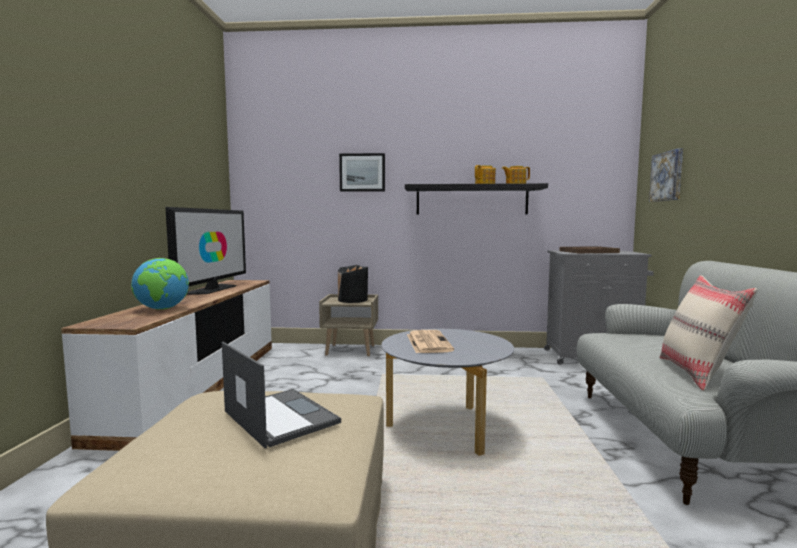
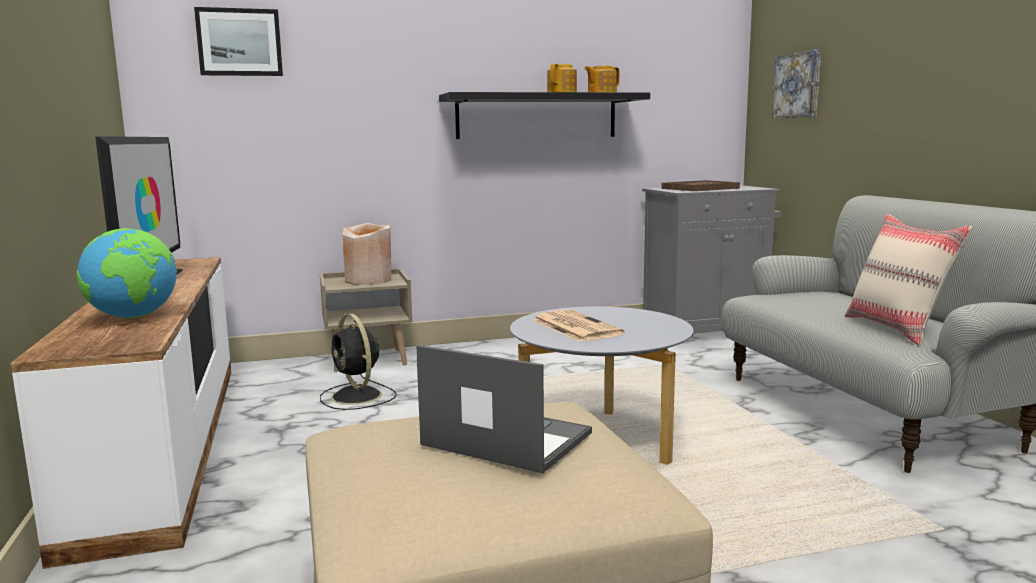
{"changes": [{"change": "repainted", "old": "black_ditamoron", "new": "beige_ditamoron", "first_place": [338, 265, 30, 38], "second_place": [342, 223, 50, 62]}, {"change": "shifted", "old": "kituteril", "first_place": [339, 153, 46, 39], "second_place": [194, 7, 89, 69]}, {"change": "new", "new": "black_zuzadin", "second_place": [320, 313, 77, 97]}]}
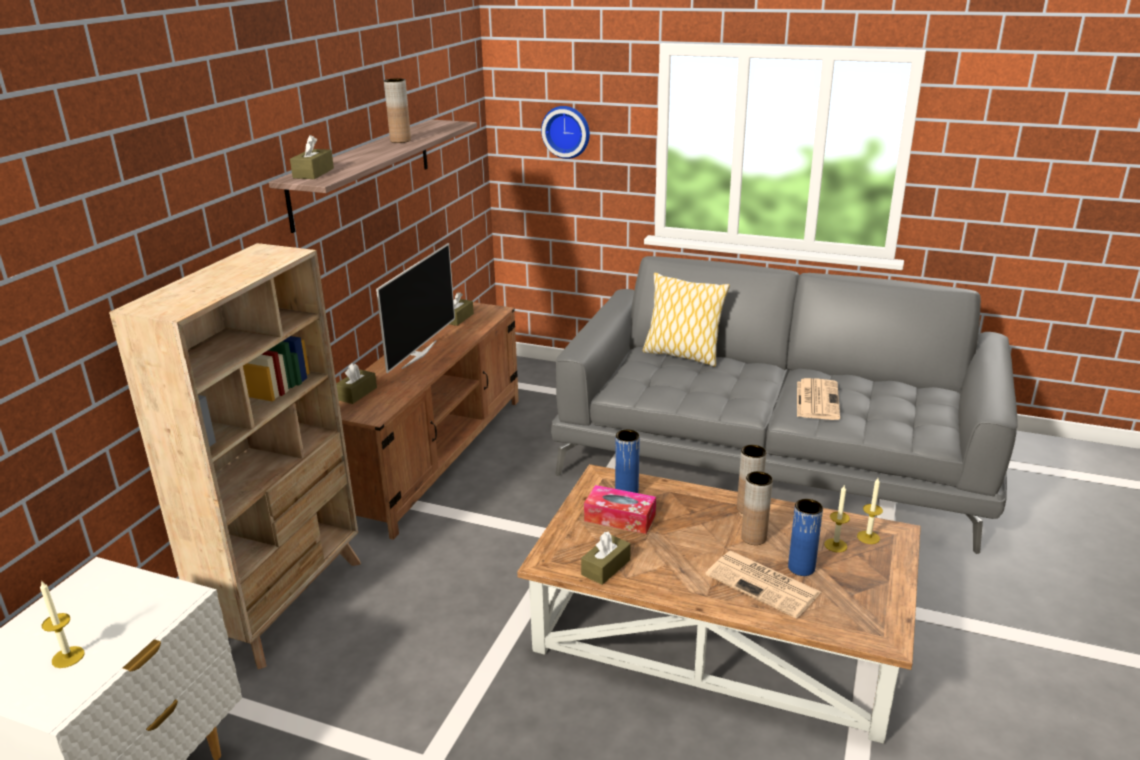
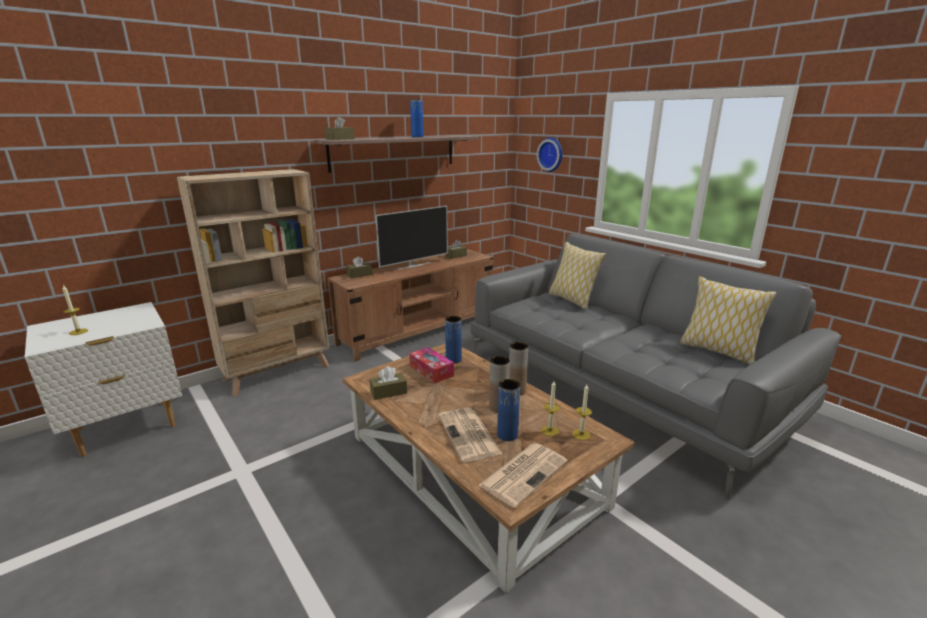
{"changes": [{"change": "repainted", "old": "brown_ditamoron", "new": "blue_ditamoron", "first_place": [384, 78, 27, 65], "second_place": [410, 100, 14, 37]}, {"change": "shifted", "old": "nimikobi", "first_place": [797, 378, 43, 42], "second_place": [478, 443, 90, 65]}, {"change": "new", "new": "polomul", "second_place": [680, 277, 97, 88]}]}
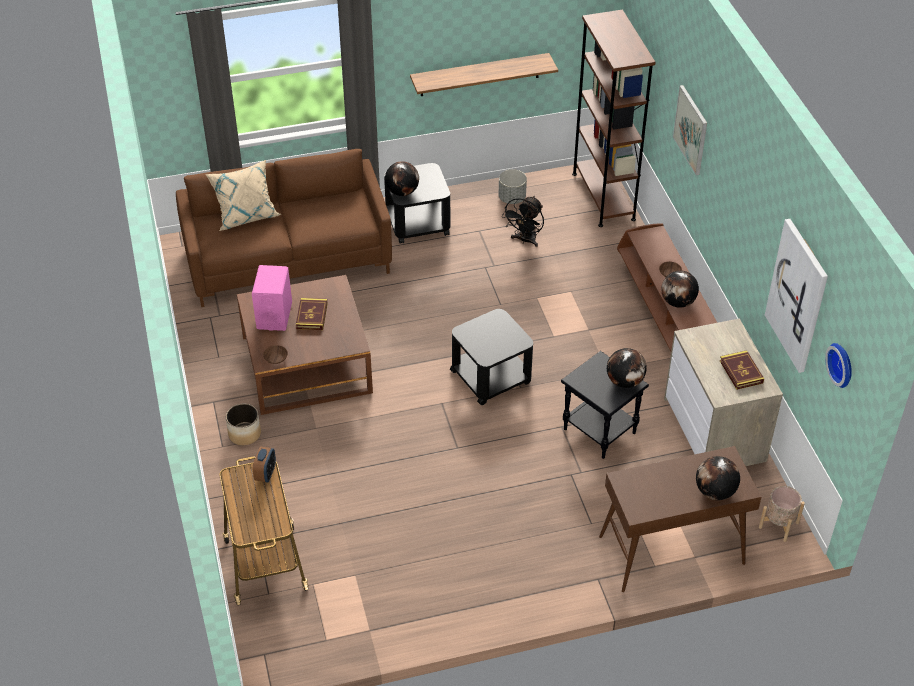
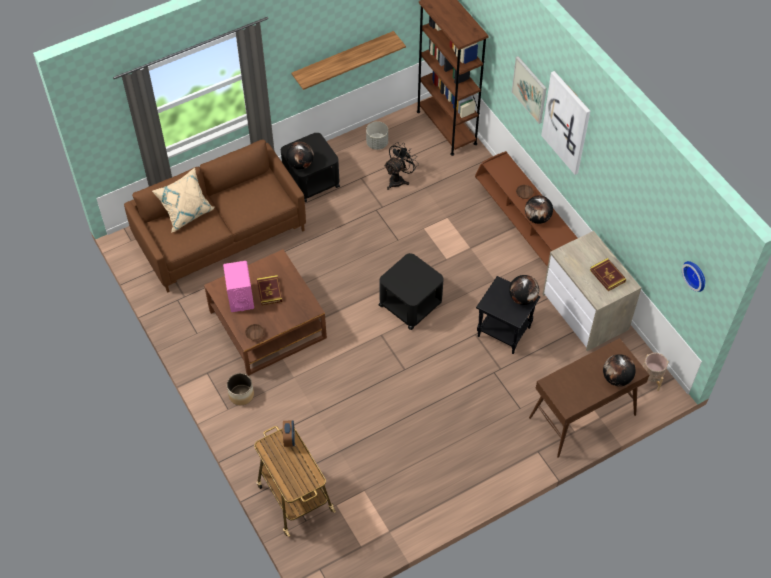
{"changes": [{"change": "rotated", "old": "black_zuzadin", "first_place": [502, 196, 42, 51], "second_place": [384, 142, 35, 48], "degrees": -150}, {"change": "shifted", "old": "kituteril", "first_place": [765, 219, 63, 154], "second_place": [541, 71, 49, 104]}]}
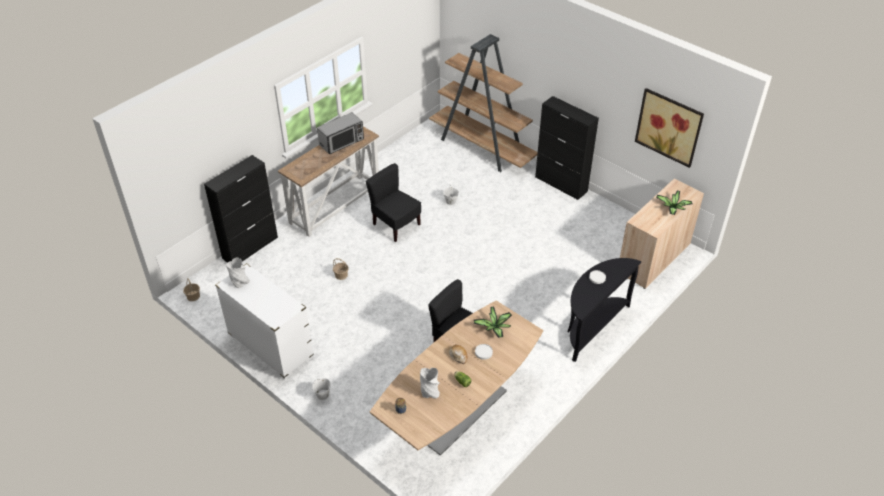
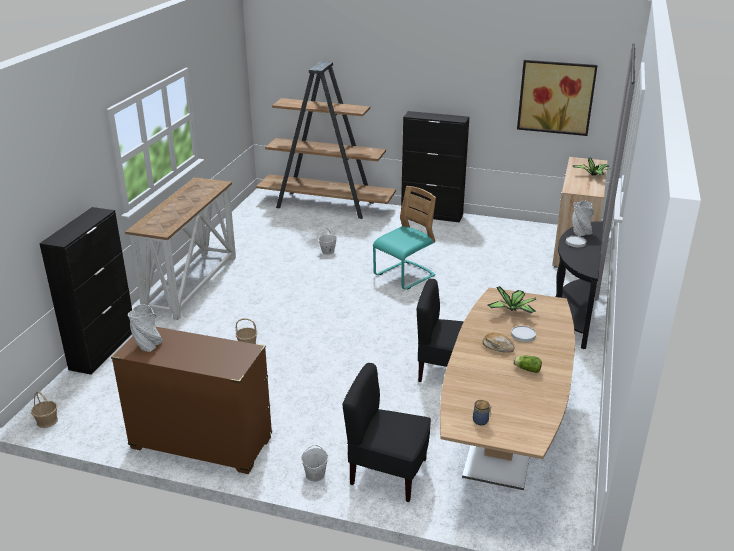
{"changes": [{"change": "repainted", "old": "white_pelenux", "new": "brown_pelenux", "first_place": [215, 263, 99, 116], "second_place": [111, 327, 161, 147]}, {"change": "gone", "old": "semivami", "first_place": [317, 112, 47, 42]}, {"change": "shifted", "old": "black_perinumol", "first_place": [366, 163, 55, 79], "second_place": [342, 363, 89, 139]}, {"change": "shifted", "old": "grey_ditamoron", "first_place": [420, 368, 20, 31], "second_place": [572, 201, 22, 35]}, {"change": "new", "new": "turquoise_perinumol", "second_place": [373, 186, 63, 104]}]}
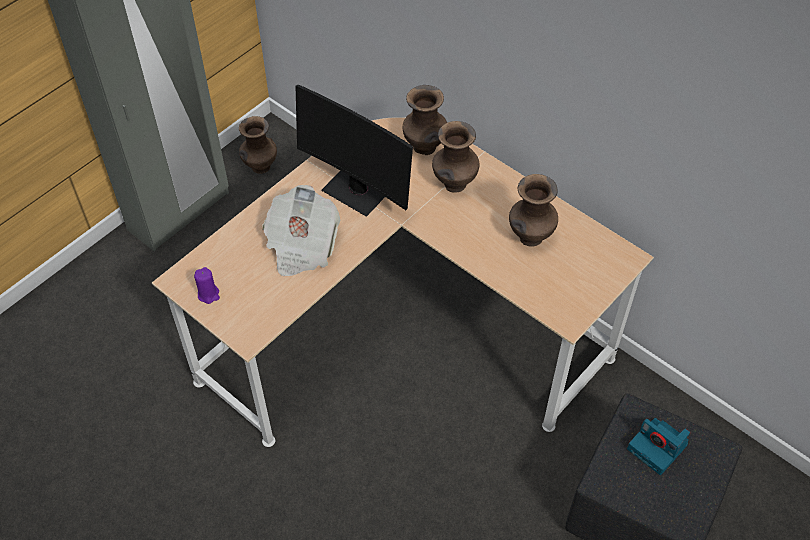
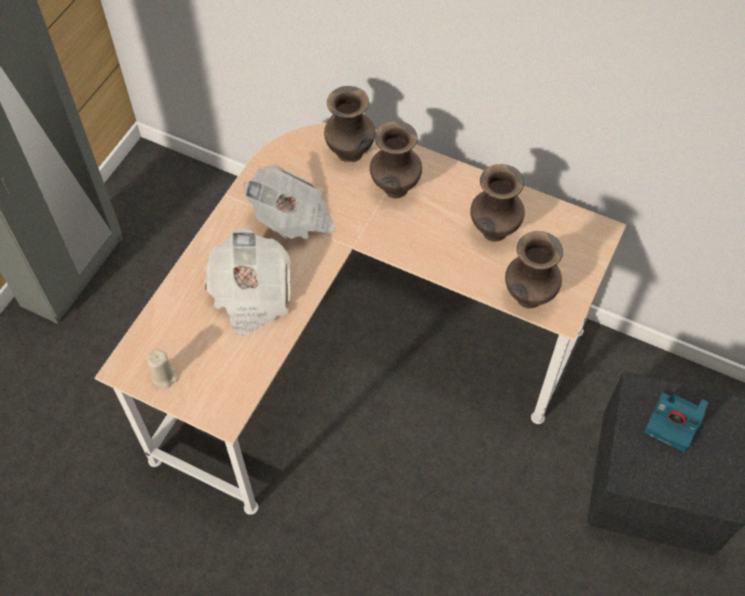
{"changes": [{"change": "repainted", "old": "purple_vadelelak", "new": "beige_vadelelak", "first_place": [194, 267, 26, 37], "second_place": [147, 349, 31, 39]}, {"change": "shifted", "old": "brown_ditamoron", "first_place": [239, 116, 38, 58], "second_place": [505, 231, 58, 77]}, {"change": "swapped", "old": "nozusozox", "new": "nimikobi", "first_place": [295, 84, 118, 133], "second_place": [243, 165, 92, 74]}]}
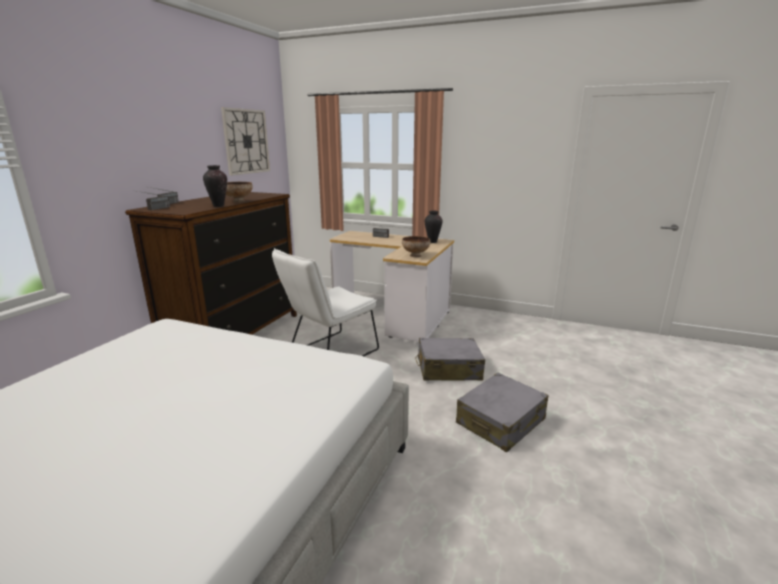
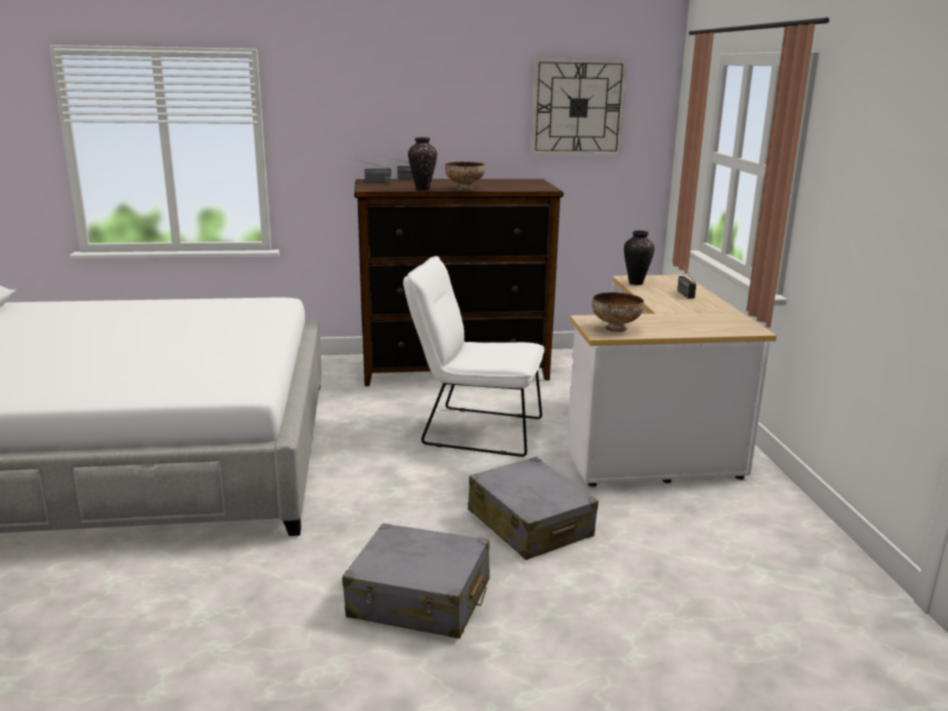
{"changes": [{"change": "shifted", "old": "ditamoron", "first_place": [425, 211, 18, 32], "second_place": [624, 231, 31, 54]}]}
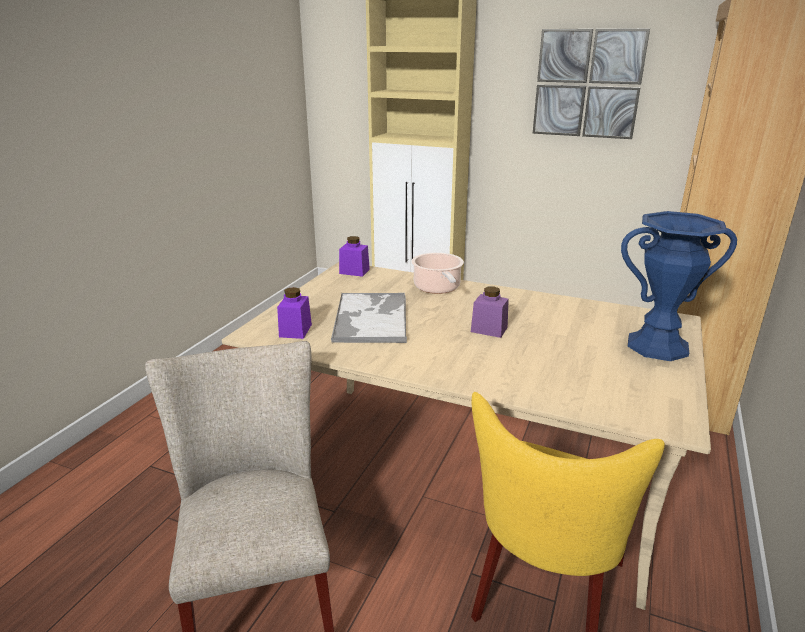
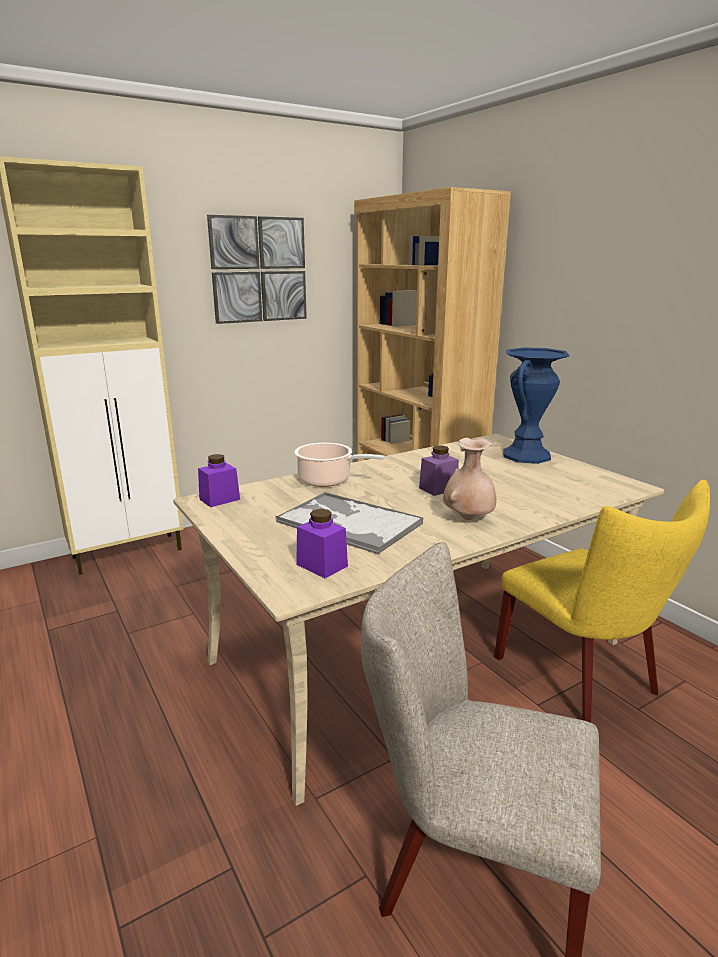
{"changes": [{"change": "new", "new": "beige_ditamoron", "second_place": [443, 438, 53, 82]}]}
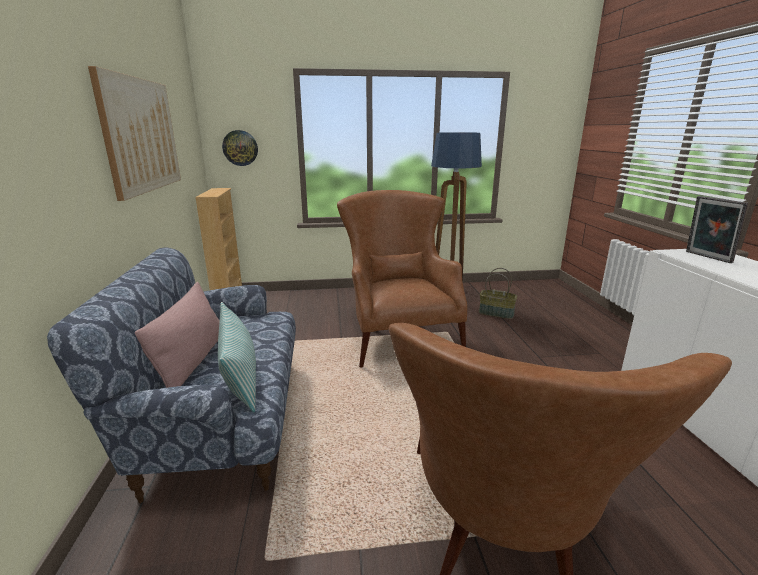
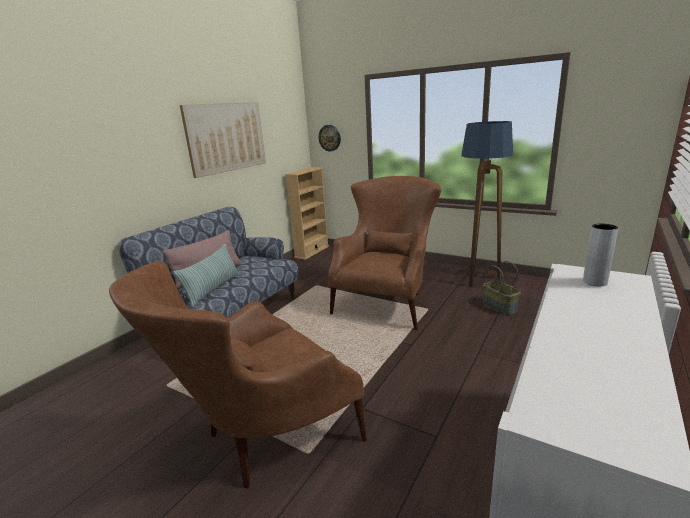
{"changes": [{"change": "swapped", "old": "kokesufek", "new": "grey_ditamoron", "first_place": [686, 196, 62, 67], "second_place": [583, 224, 35, 62]}]}
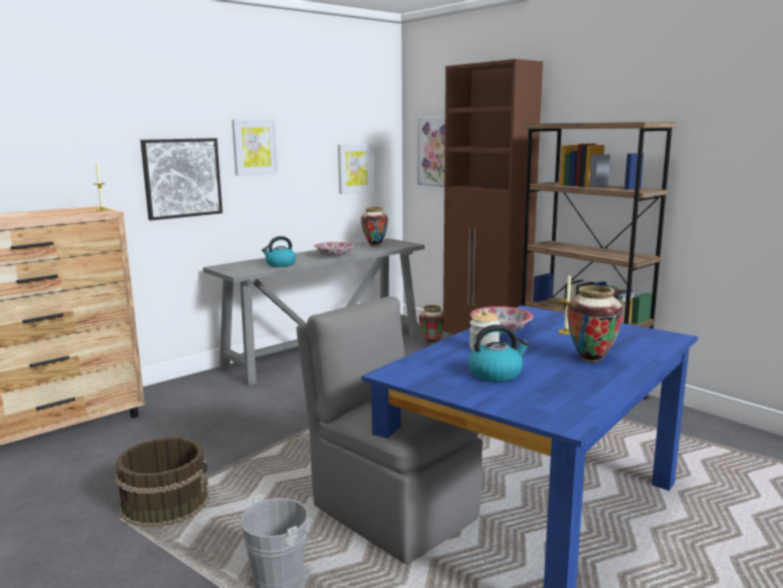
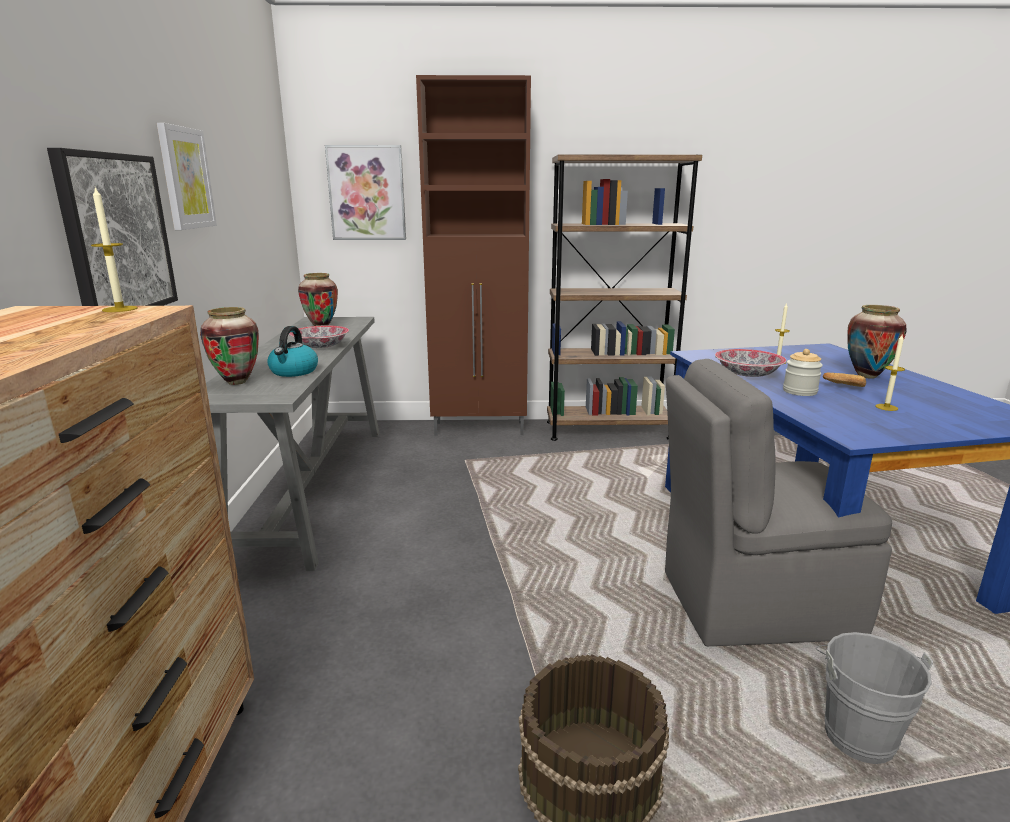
{"changes": [{"change": "gone", "old": "kituteril", "first_place": [338, 144, 35, 50]}, {"change": "shifted", "old": "ditamoron", "first_place": [419, 305, 24, 39], "second_place": [200, 307, 59, 78]}, {"change": "swapped", "old": "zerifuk", "new": "vadelelak", "first_place": [468, 325, 62, 57], "second_place": [875, 335, 30, 76]}, {"change": "new", "new": "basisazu", "second_place": [823, 373, 43, 14]}]}
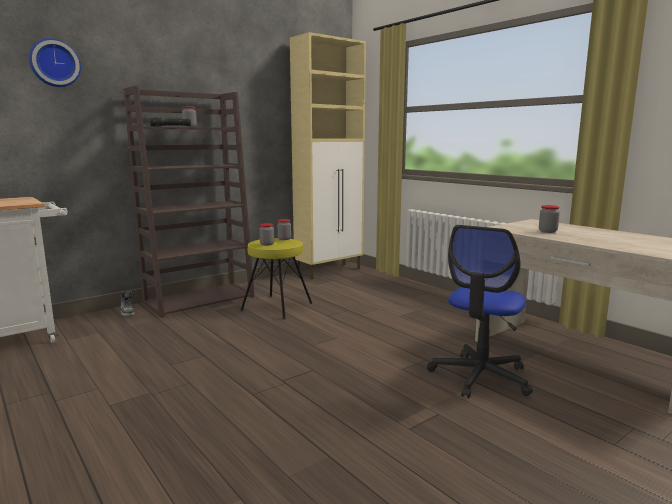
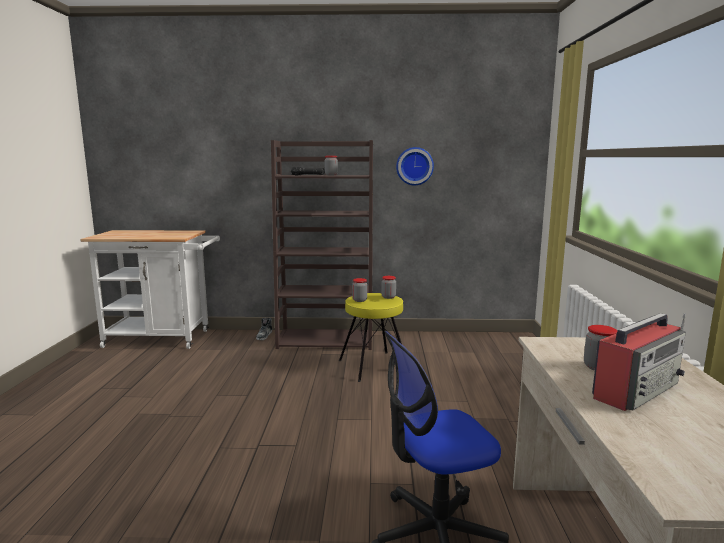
{"changes": [{"change": "shifted", "old": "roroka", "first_place": [29, 38, 52, 49], "second_place": [396, 147, 38, 38]}, {"change": "gone", "old": "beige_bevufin", "first_place": [290, 32, 76, 247]}, {"change": "new", "new": "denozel", "second_place": [592, 313, 94, 98]}]}
